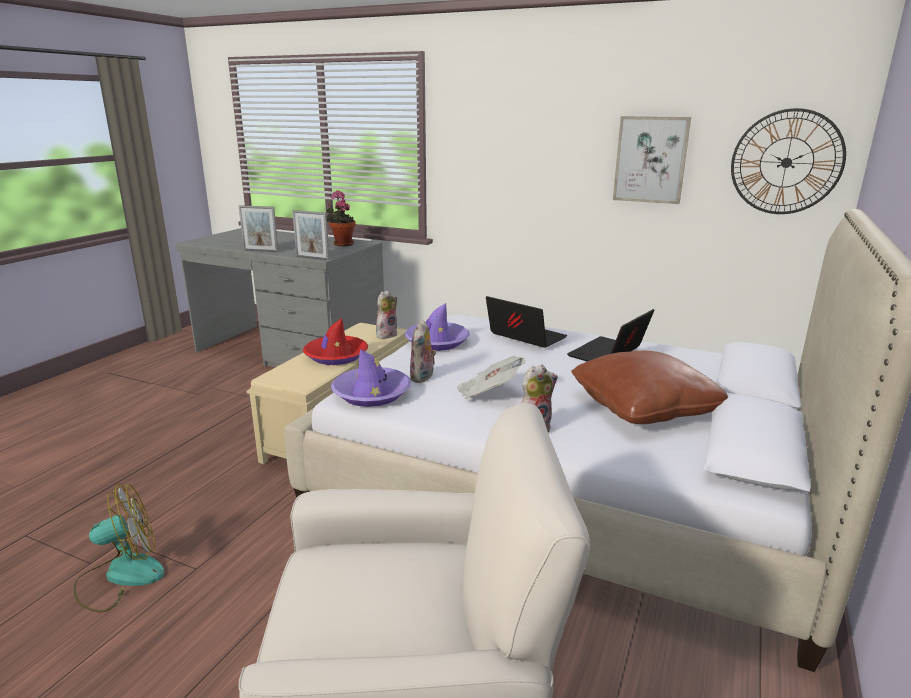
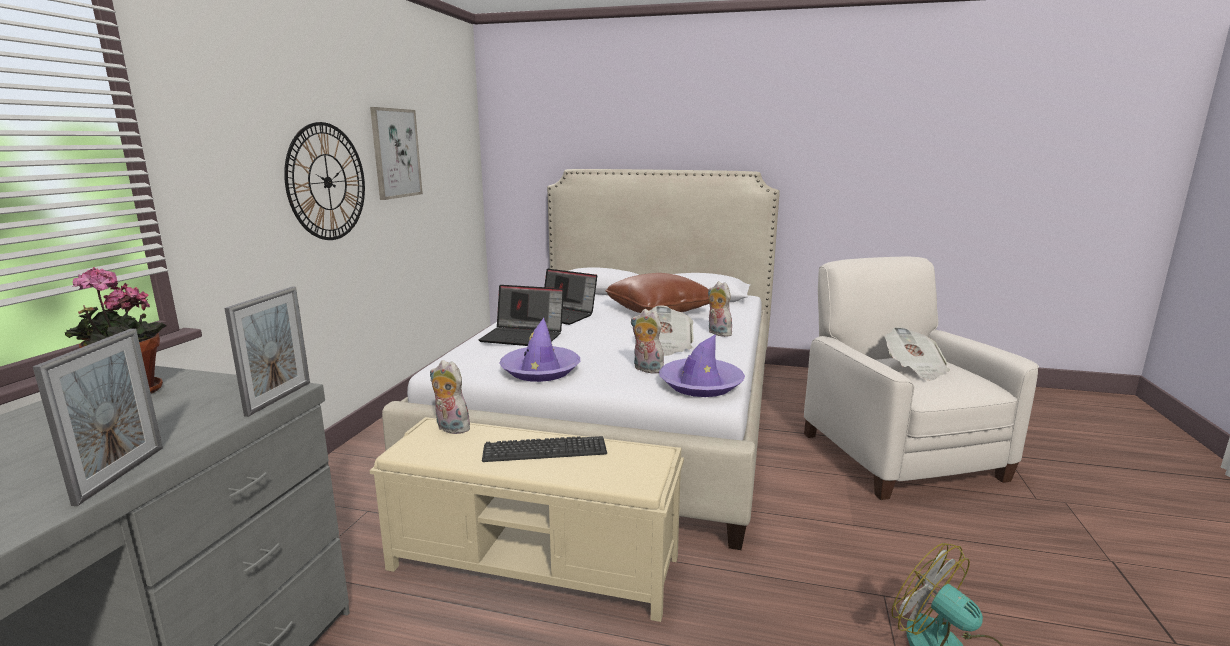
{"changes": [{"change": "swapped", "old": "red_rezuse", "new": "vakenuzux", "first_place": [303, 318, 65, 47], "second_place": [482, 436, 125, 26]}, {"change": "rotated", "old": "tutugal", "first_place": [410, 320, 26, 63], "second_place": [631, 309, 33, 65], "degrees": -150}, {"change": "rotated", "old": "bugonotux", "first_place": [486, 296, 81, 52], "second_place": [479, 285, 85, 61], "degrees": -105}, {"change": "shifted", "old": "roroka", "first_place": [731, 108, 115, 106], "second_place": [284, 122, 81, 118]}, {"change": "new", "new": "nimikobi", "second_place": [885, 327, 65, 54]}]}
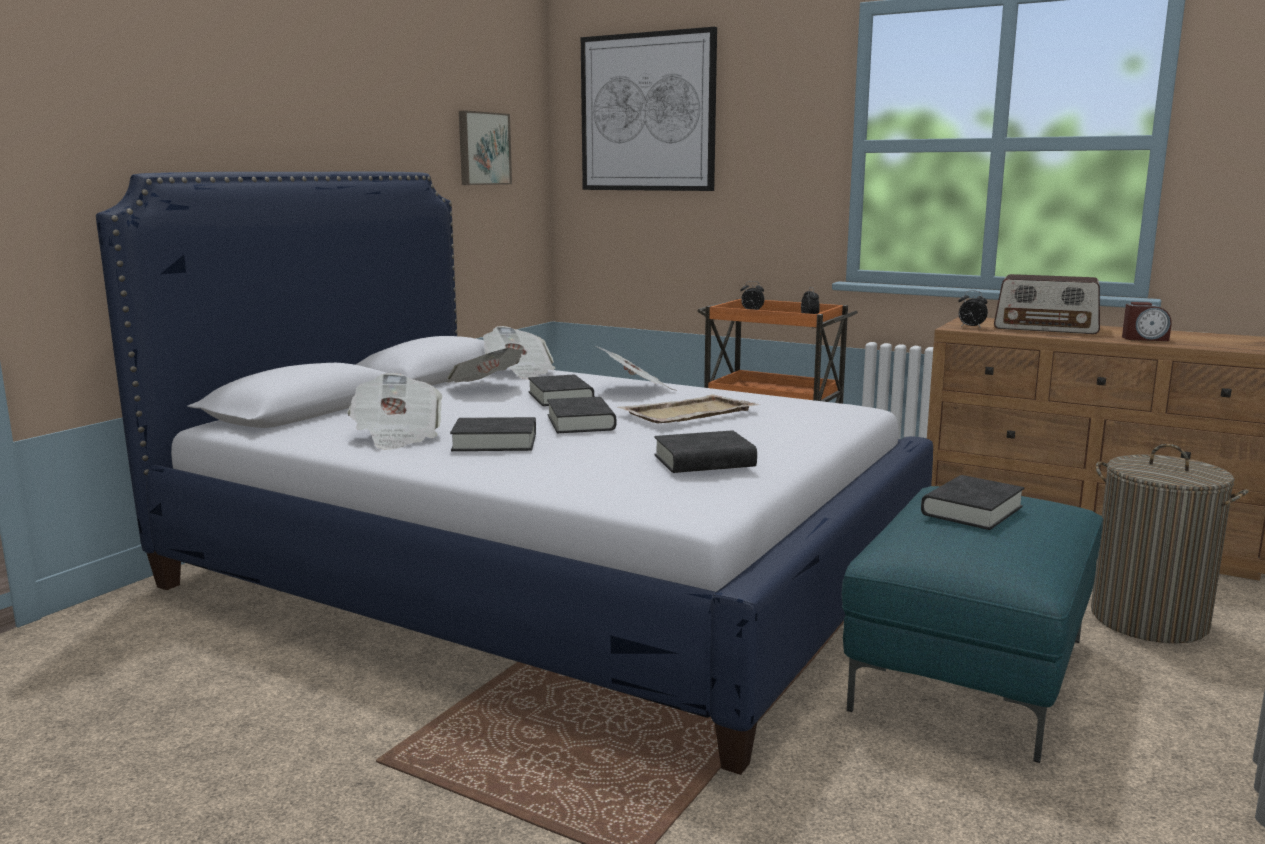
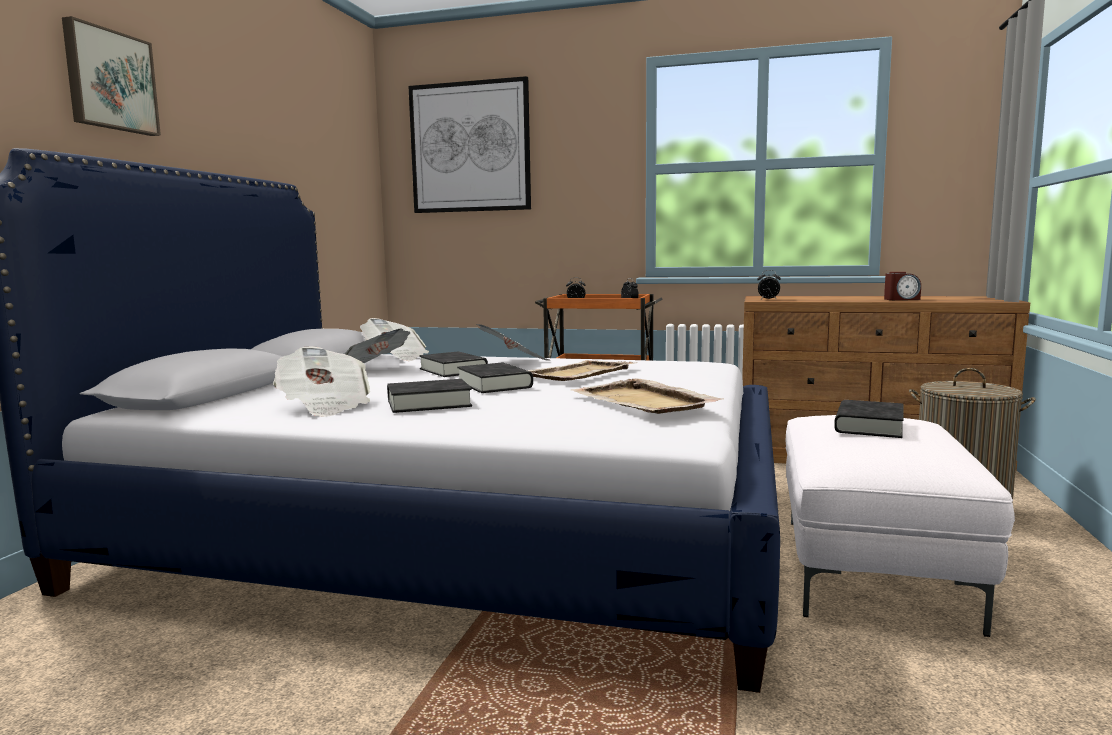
{"changes": [{"change": "shifted", "old": "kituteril", "first_place": [459, 111, 53, 74], "second_place": [62, 16, 99, 120]}, {"change": "swapped", "old": "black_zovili", "new": "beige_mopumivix", "first_place": [654, 430, 103, 43], "second_place": [571, 378, 152, 36]}, {"change": "repainted", "old": "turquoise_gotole", "new": "white_gotole", "first_place": [841, 486, 262, 277], "second_place": [786, 415, 229, 222]}, {"change": "gone", "old": "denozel", "first_place": [994, 274, 106, 60]}]}
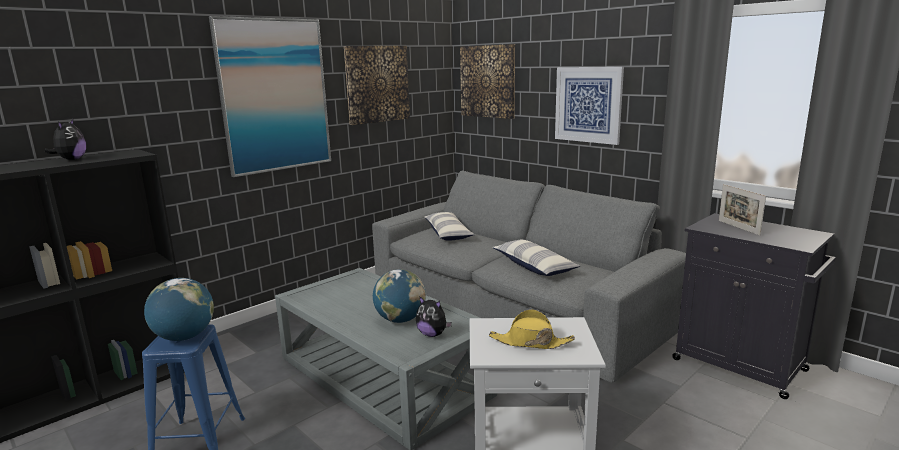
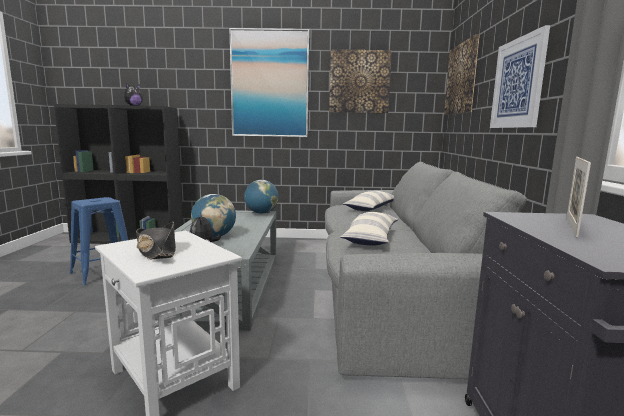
{"changes": [{"change": "shifted", "old": "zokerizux", "first_place": [144, 278, 70, 63], "second_place": [244, 180, 34, 34]}, {"change": "repainted", "old": "yellow_rezuse", "new": "black_rezuse", "first_place": [489, 309, 86, 40], "second_place": [136, 222, 40, 37]}]}
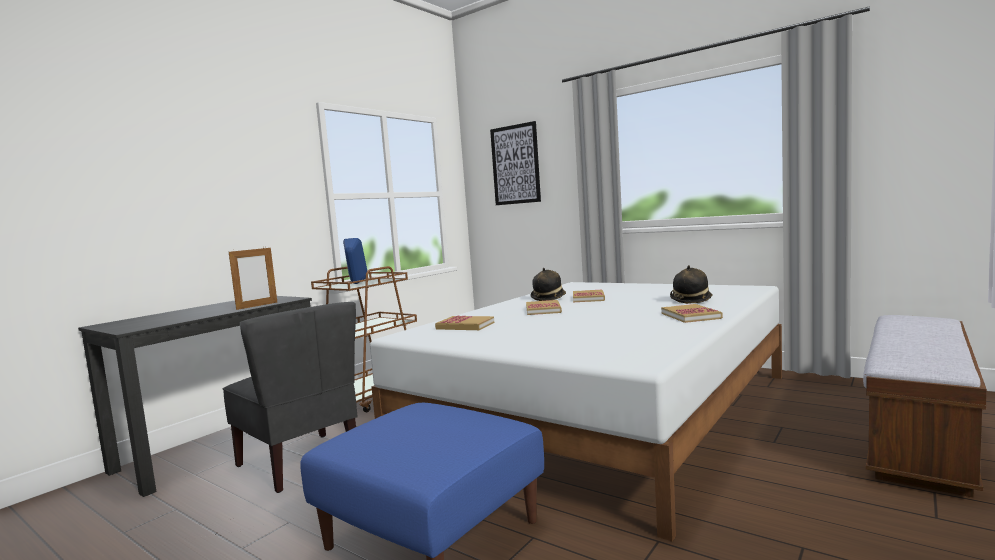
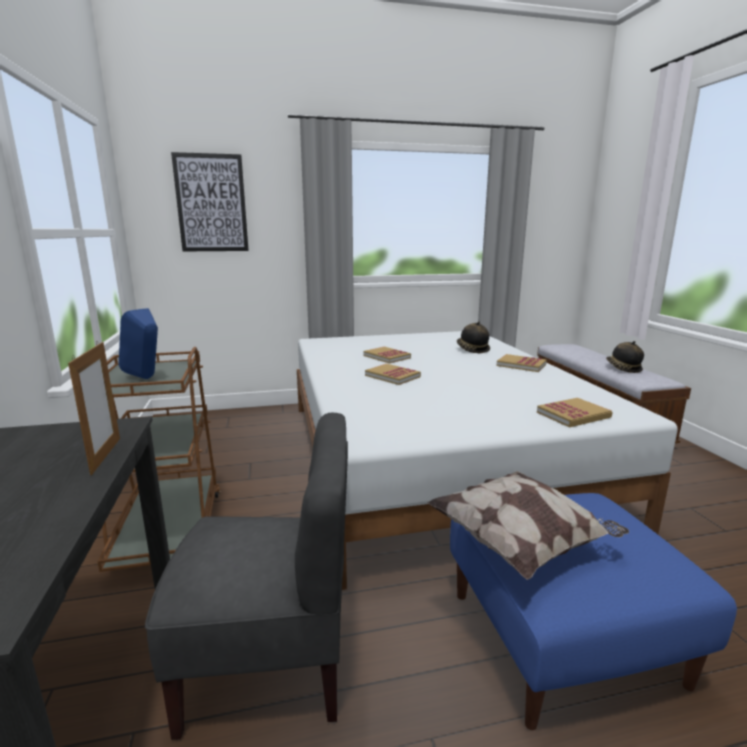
{"changes": [{"change": "shifted", "old": "zovili", "first_place": [435, 316, 59, 14], "second_place": [537, 398, 75, 30]}, {"change": "shifted", "old": "rezuse", "first_place": [531, 268, 35, 33], "second_place": [606, 341, 38, 32]}, {"change": "new", "new": "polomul", "second_place": [427, 471, 202, 109]}]}
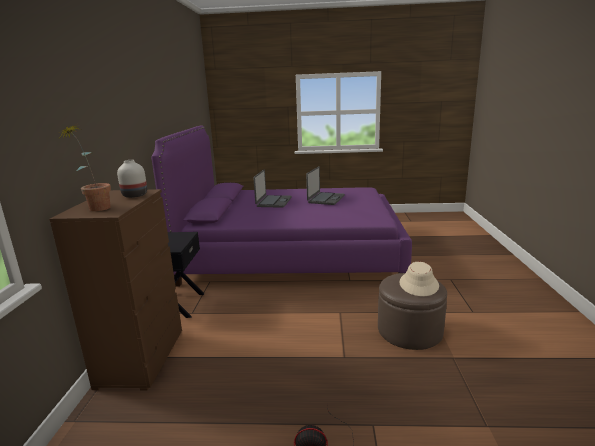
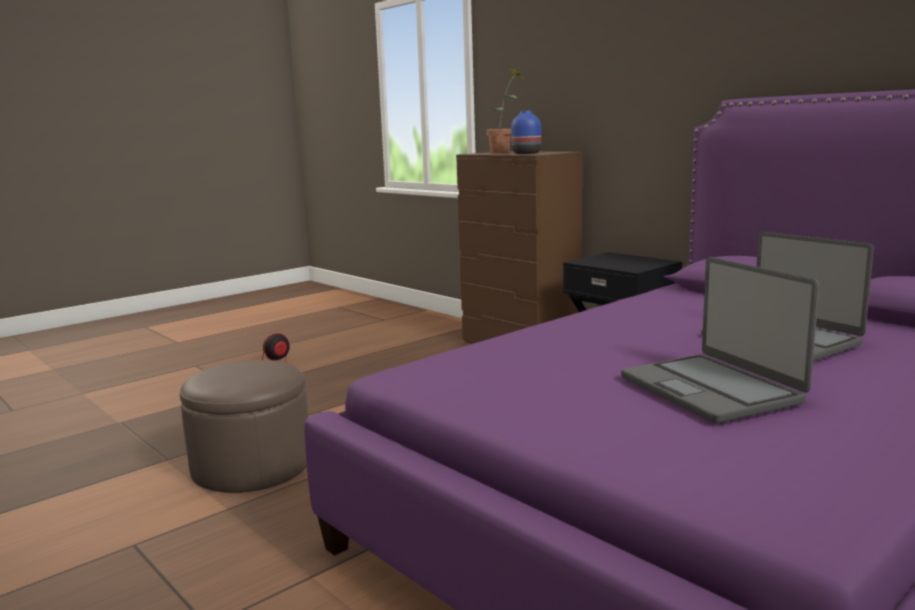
{"changes": [{"change": "repainted", "old": "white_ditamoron", "new": "blue_ditamoron", "first_place": [117, 160, 30, 38], "second_place": [511, 111, 30, 43]}, {"change": "gone", "old": "beige_rezuse", "first_place": [400, 262, 39, 34]}]}
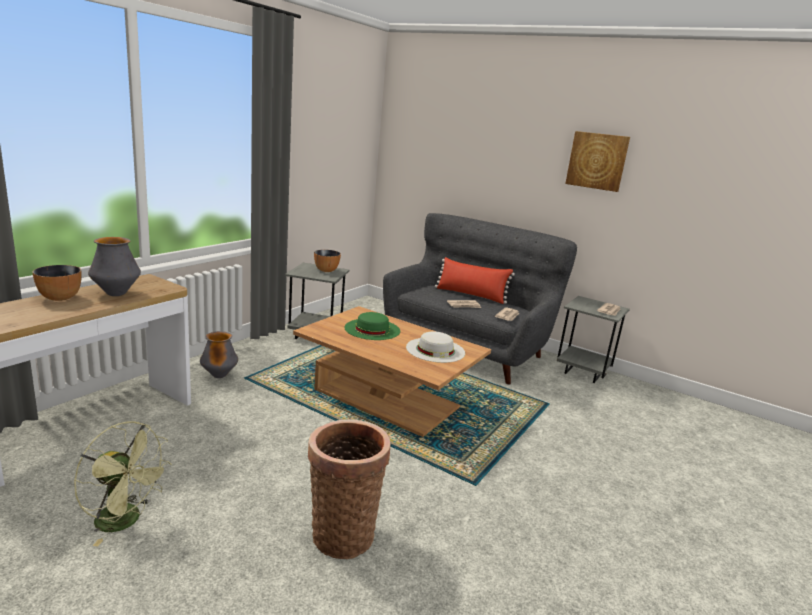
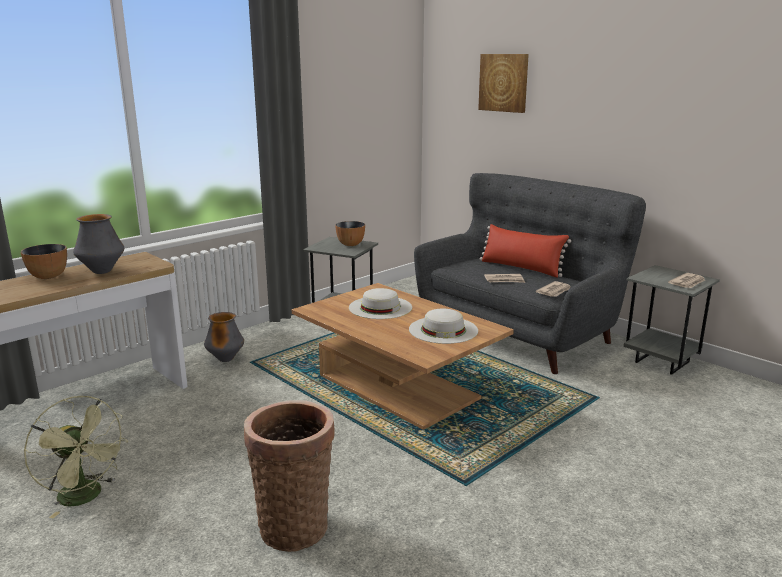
{"changes": [{"change": "repainted", "old": "green_rezuse", "new": "white_rezuse", "first_place": [344, 312, 56, 28], "second_place": [349, 288, 63, 31]}, {"change": "shifted", "old": "kituteril", "first_place": [565, 131, 65, 61], "second_place": [478, 54, 51, 59]}]}
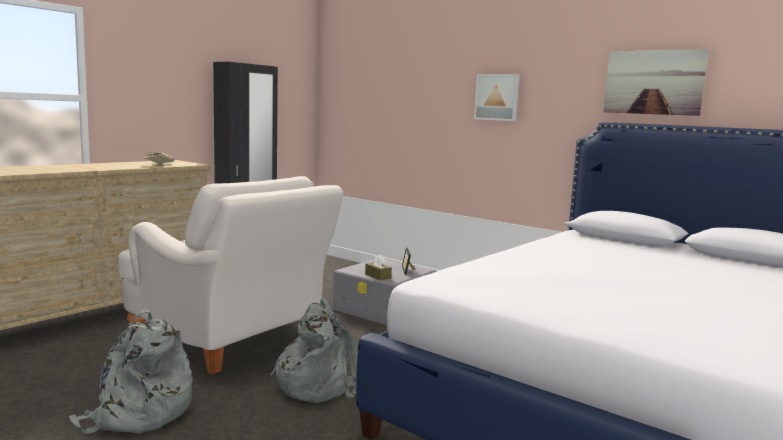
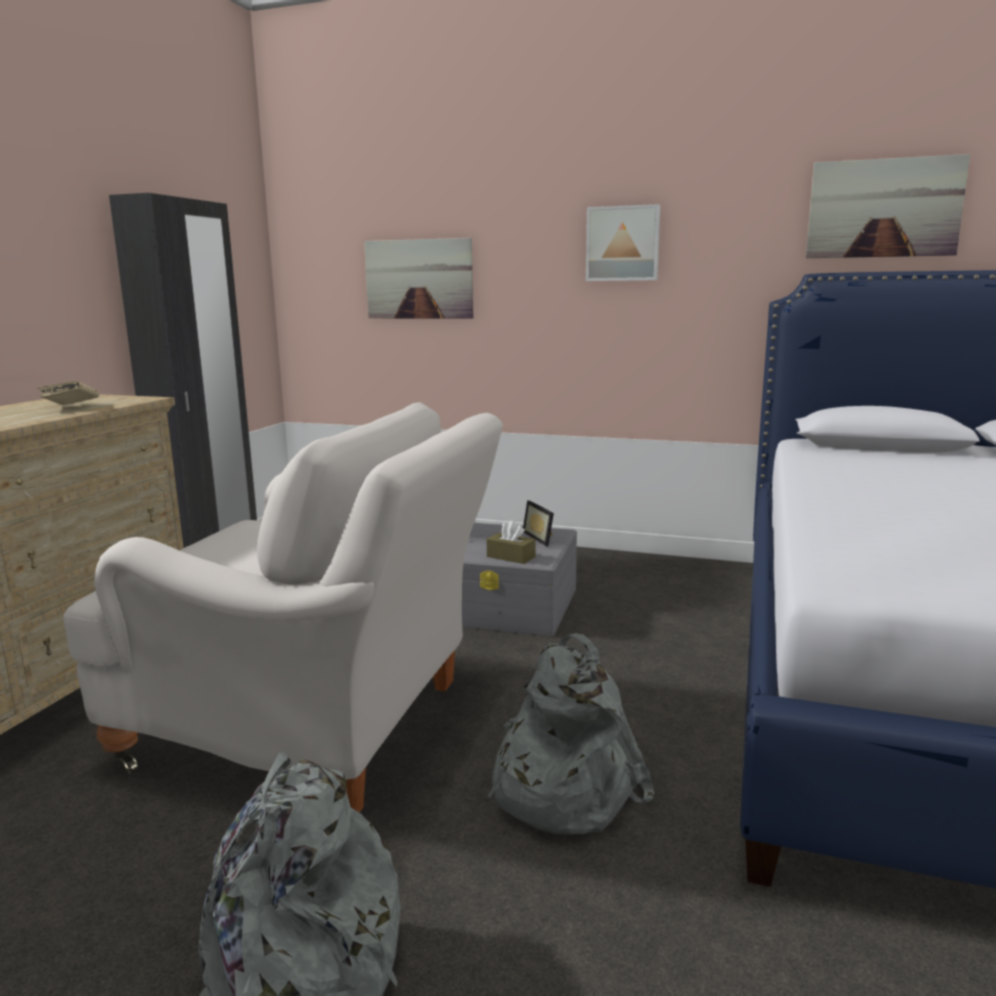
{"changes": [{"change": "new", "new": "kituteril", "second_place": [364, 238, 109, 81]}]}
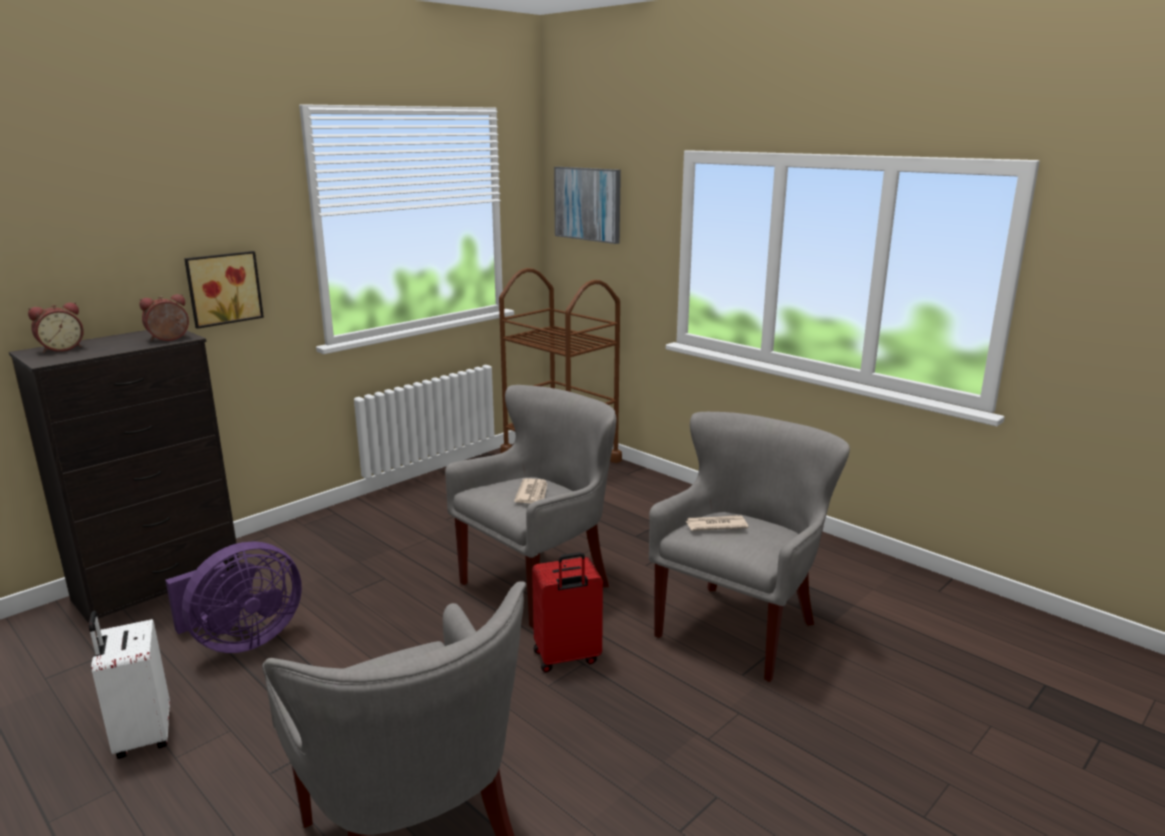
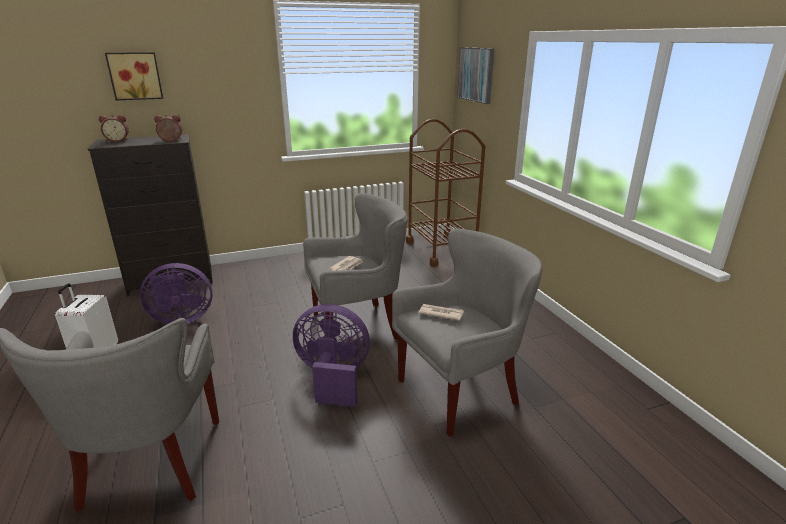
{"changes": [{"change": "shifted", "old": "kituteril", "first_place": [184, 251, 80, 78], "second_place": [105, 52, 58, 48]}, {"change": "swapped", "old": "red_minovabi", "new": "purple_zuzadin", "first_place": [532, 552, 71, 121], "second_place": [293, 304, 77, 103]}]}
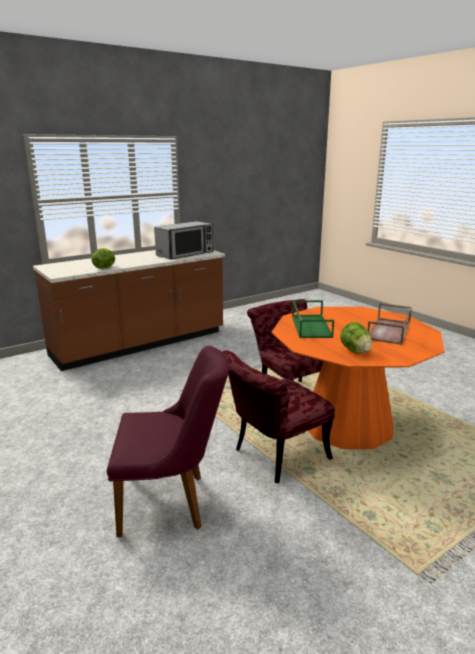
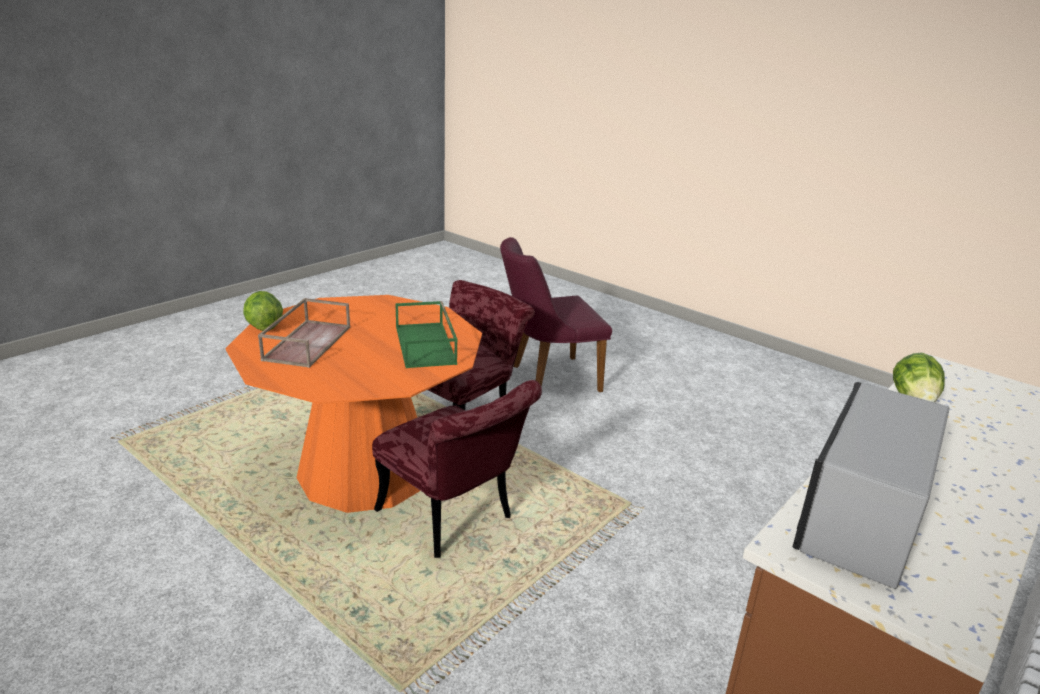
{"changes": [{"change": "shifted", "old": "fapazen", "first_place": [340, 322, 32, 32], "second_place": [243, 291, 40, 40]}]}
